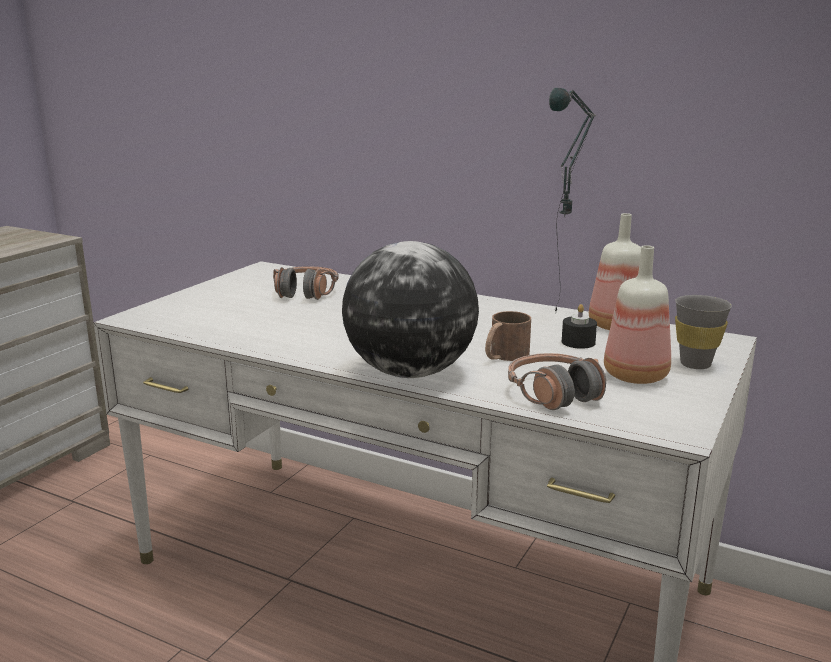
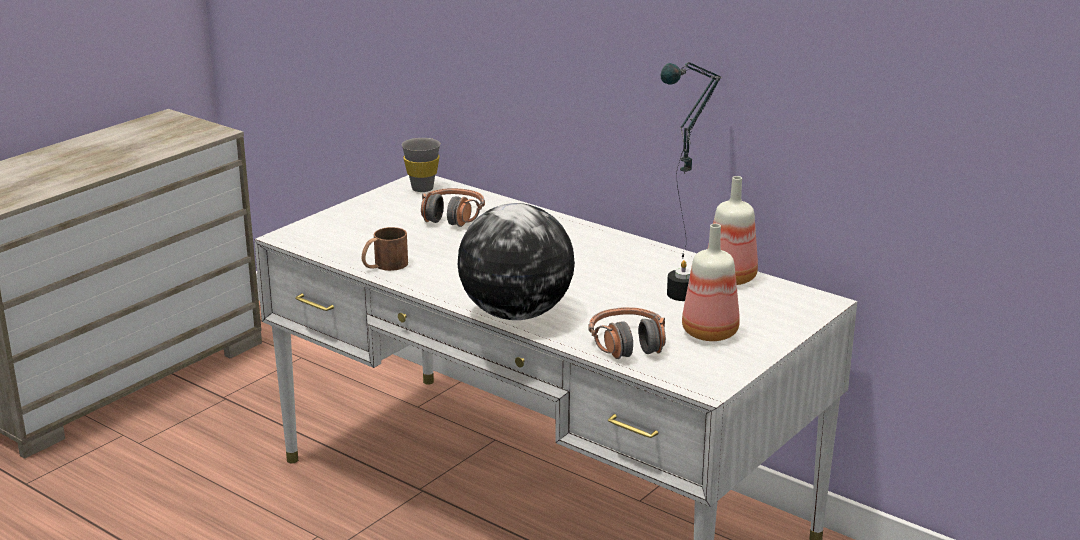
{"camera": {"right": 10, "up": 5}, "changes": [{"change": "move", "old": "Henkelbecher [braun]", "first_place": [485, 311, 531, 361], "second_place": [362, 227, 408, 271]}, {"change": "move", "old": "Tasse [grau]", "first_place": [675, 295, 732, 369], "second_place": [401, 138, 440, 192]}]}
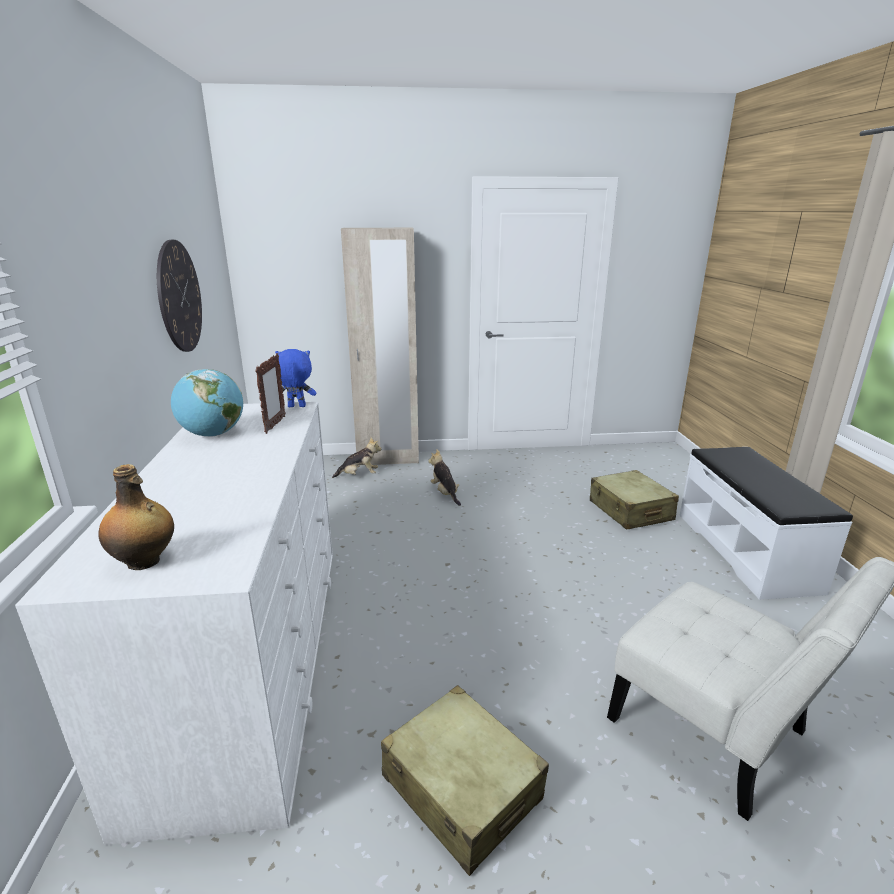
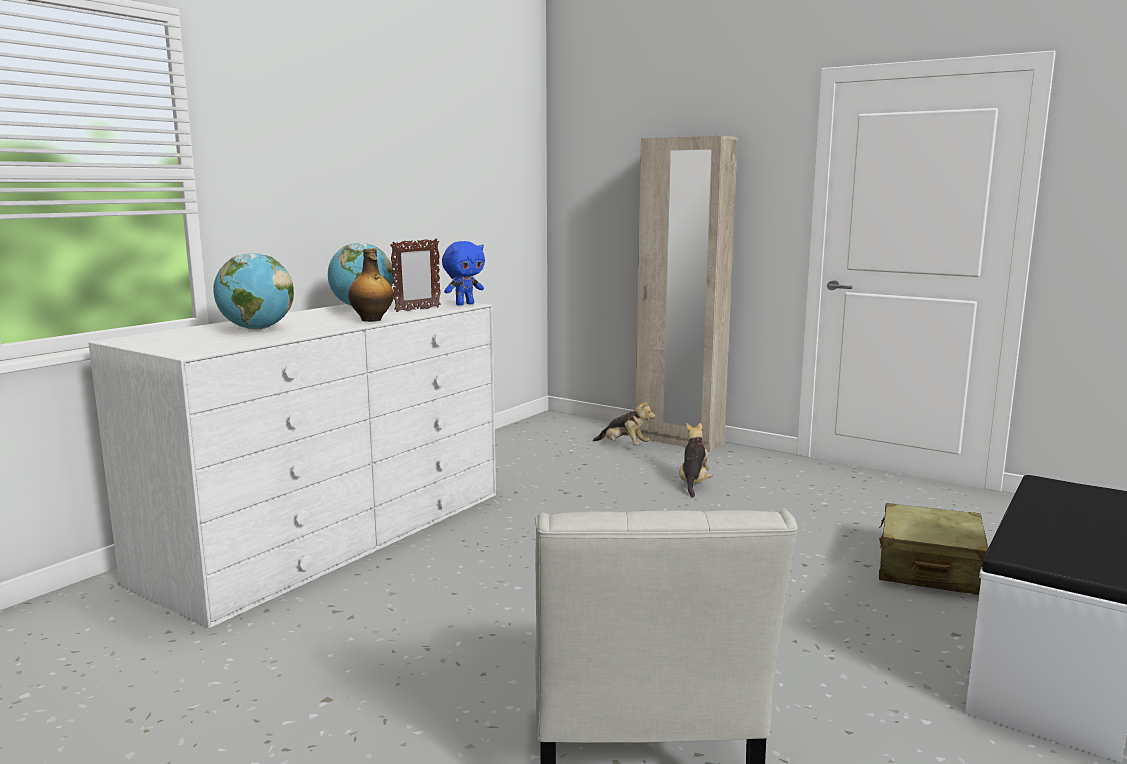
{"camera": {"right": 40, "up": -10}, "changes": [{"change": "delete", "old": "Wanduhr", "first_place": [157, 240, 202, 352]}, {"change": "delete", "old": "Koffer [beige]", "first_place": [381, 685, 549, 876]}, {"change": "insert", "new": "Globus", "second_place": [213, 253, 294, 330]}, {"change": "move", "old": "Flasche", "first_place": [98, 464, 174, 570], "second_place": [348, 248, 394, 322]}, {"change": "rotate", "old": "Plüschtier [blau]", "first_place": [275, 349, 316, 407], "second_place": [442, 241, 485, 305], "degrees": 105}]}
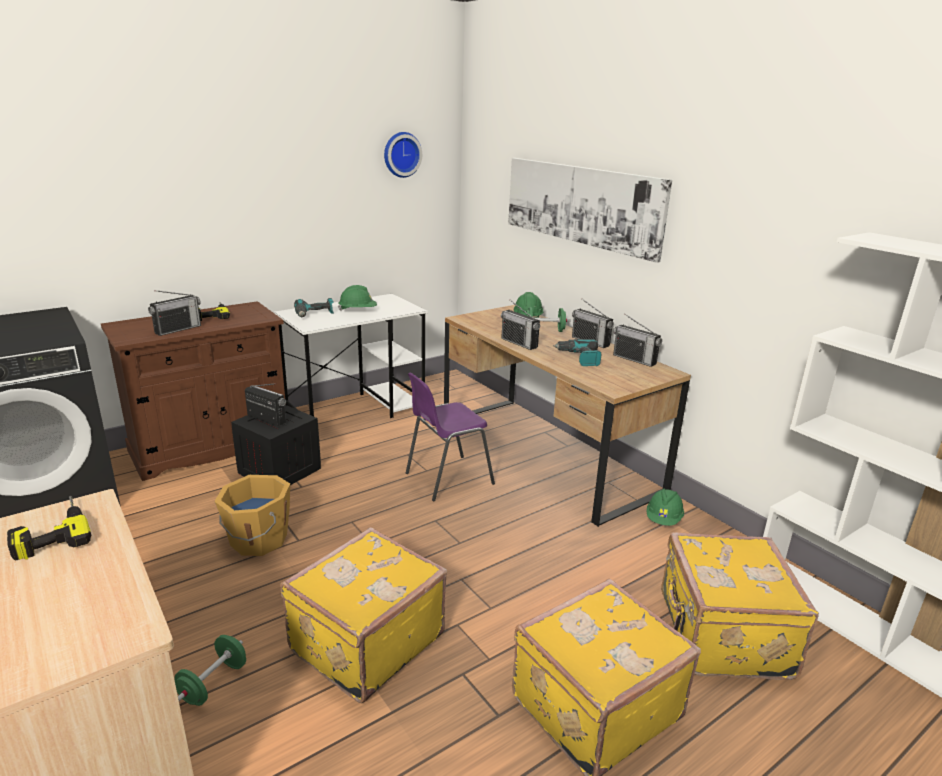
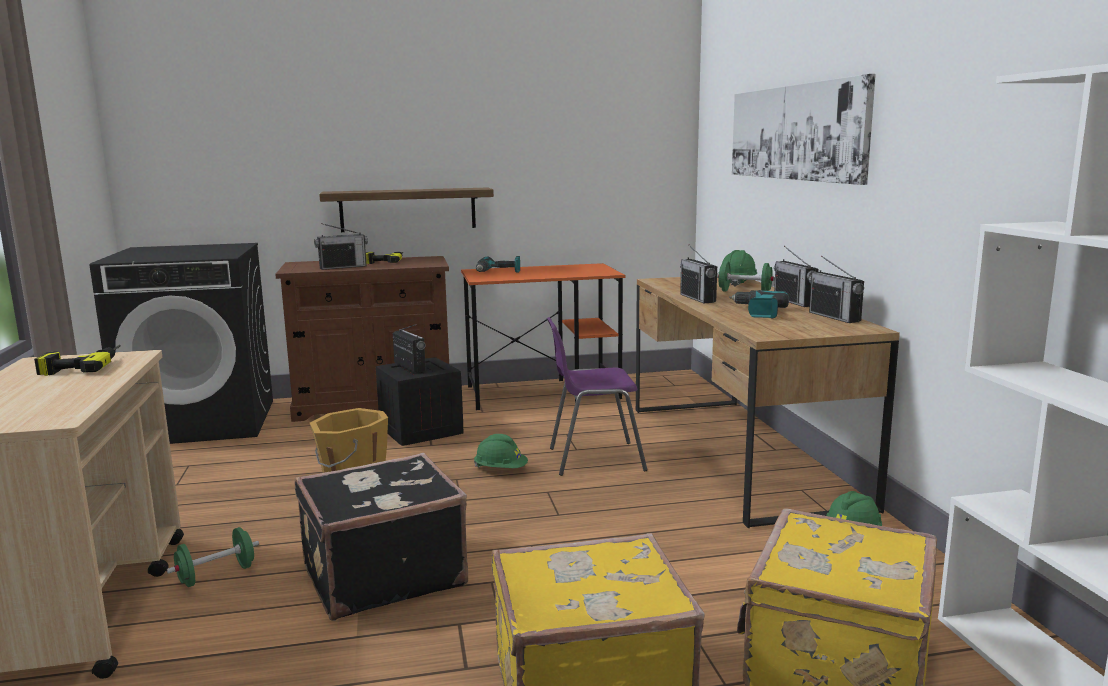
{"camera": {"right": 25, "up": -10}, "changes": [{"change": "delete", "old": "Wanduhr", "first_place": [384, 132, 422, 178]}, {"change": "insert", "new": "Wandregal", "second_place": [319, 187, 494, 232]}, {"change": "move", "old": "Schutzhelm [grün]", "first_place": [338, 285, 377, 311], "second_place": [474, 434, 528, 468]}, {"change": "recolor", "old": "Schreibtisch [weiß]", "new": "Schreibtisch [orange]", "first_place": [274, 294, 428, 418], "second_place": [461, 263, 626, 410]}, {"change": "recolor", "old": "Koffer [gelb]", "new": "Koffer [schwarz]", "first_place": [280, 527, 447, 703], "second_place": [294, 453, 468, 621]}]}
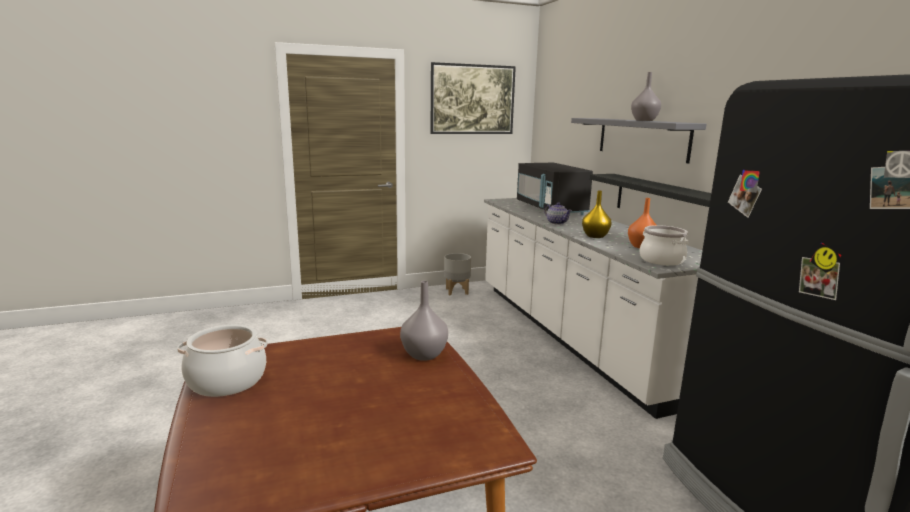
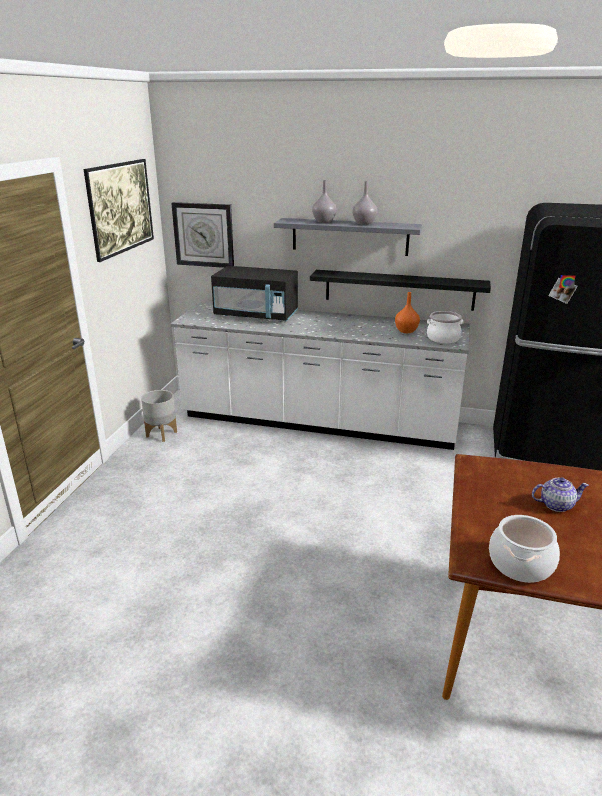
{"camera": {"right": -55, "up": 10}, "changes": [{"change": "delete", "old": "Vase [gelb]", "first_place": [582, 191, 612, 238]}, {"change": "insert", "new": "Wanduhr", "second_place": [171, 202, 234, 268]}, {"change": "move", "old": "Vase [grau]", "first_place": [400, 281, 448, 361], "second_place": [312, 180, 337, 223]}, {"change": "move", "old": "Teekanne", "first_place": [544, 202, 572, 225], "second_place": [532, 478, 589, 512]}]}
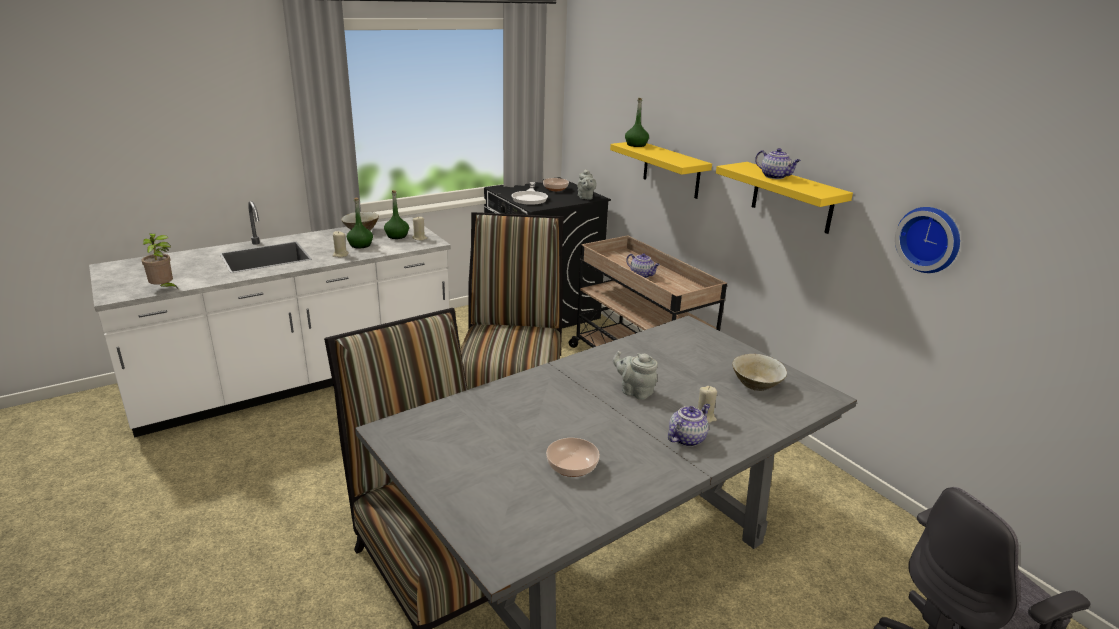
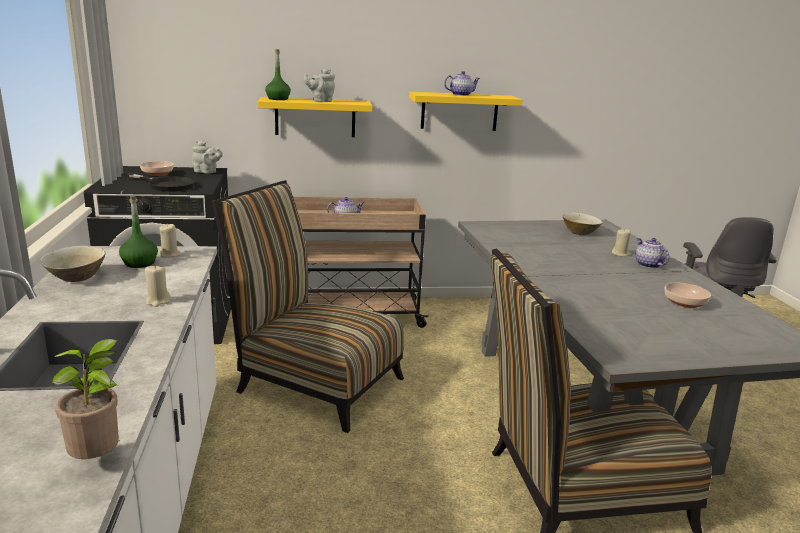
{"camera": {"right": -65, "up": -5}, "changes": [{"change": "delete", "old": "Flasche [grün]", "first_place": [347, 198, 373, 248]}, {"change": "delete", "old": "Wanduhr", "first_place": [895, 207, 960, 273]}, {"change": "move", "old": "Teekanne [grau]", "first_place": [613, 351, 658, 400], "second_place": [304, 68, 335, 102]}, {"change": "recolor", "old": "Pfanne [weiß]", "new": "Pfanne [schwarz]", "first_place": [512, 182, 548, 205], "second_place": [122, 173, 195, 192]}]}
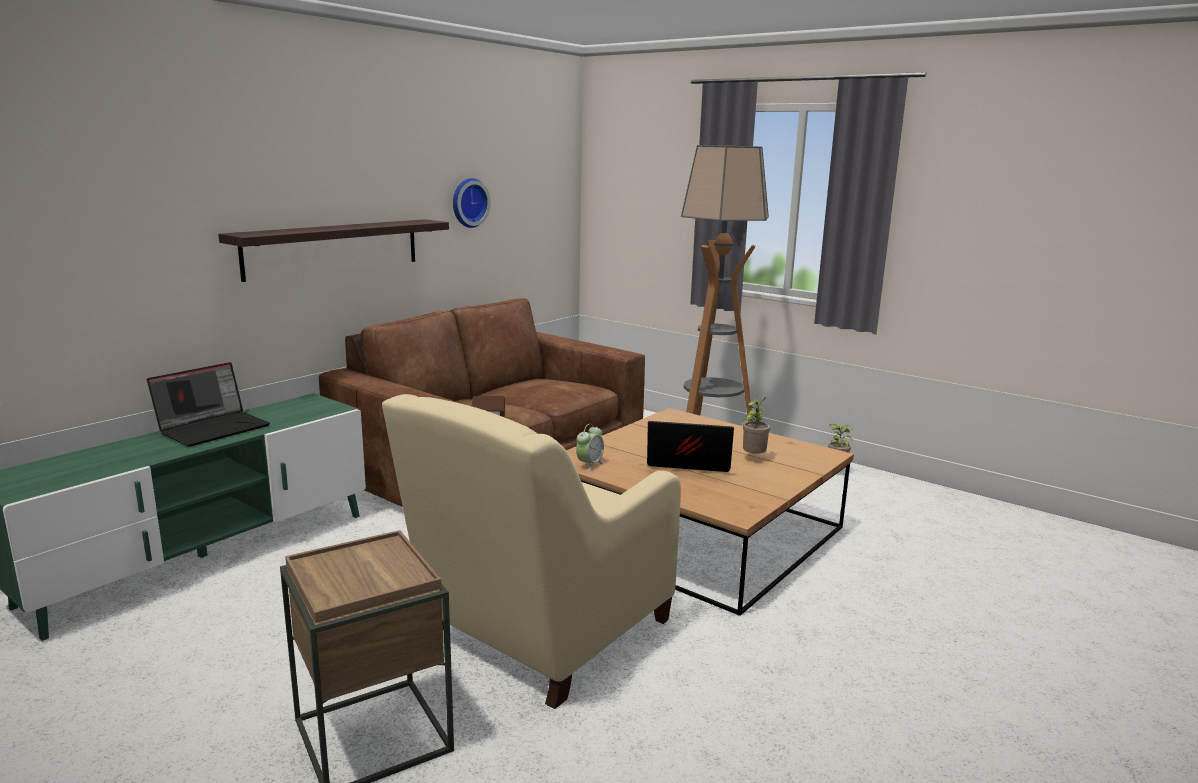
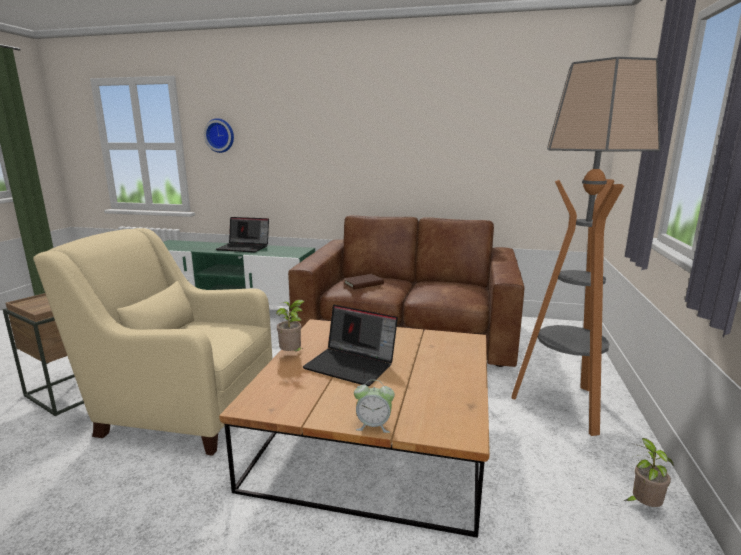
{"camera": {"right": 65, "up": 0}, "changes": [{"change": "delete", "old": "Wandregal", "first_place": [218, 219, 449, 282]}, {"change": "move", "old": "Wanduhr", "first_place": [453, 178, 491, 228], "second_place": [204, 118, 234, 153]}, {"change": "move", "old": "Wecker", "first_place": [576, 424, 604, 471], "second_place": [354, 380, 395, 433]}, {"change": "move", "old": "Topfpflanze", "first_place": [743, 396, 770, 454], "second_place": [276, 300, 305, 351]}, {"change": "rotate", "old": "Laptop", "first_place": [647, 421, 734, 472], "second_place": [303, 305, 398, 386], "degrees": 135}]}
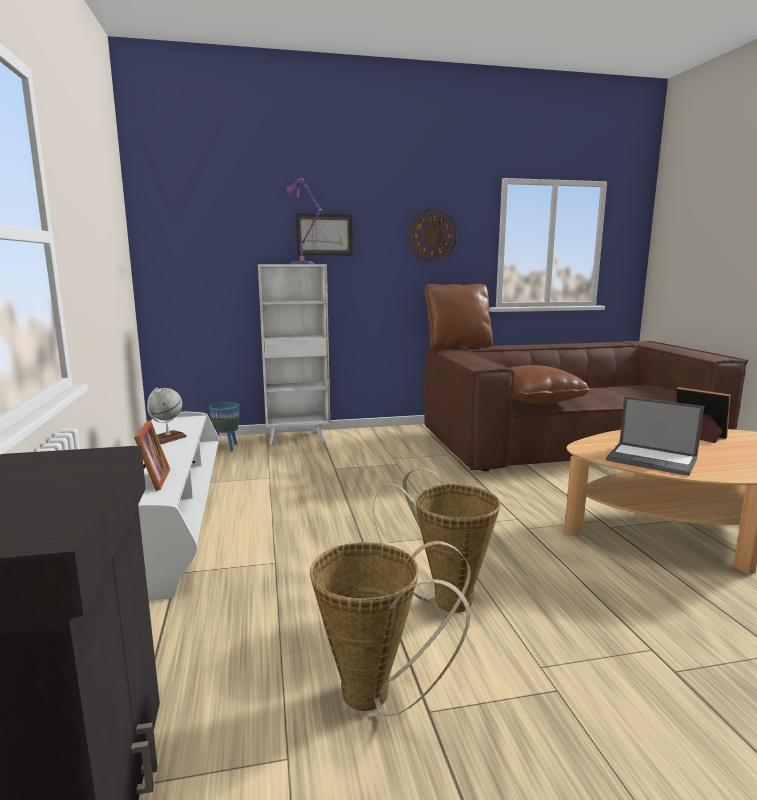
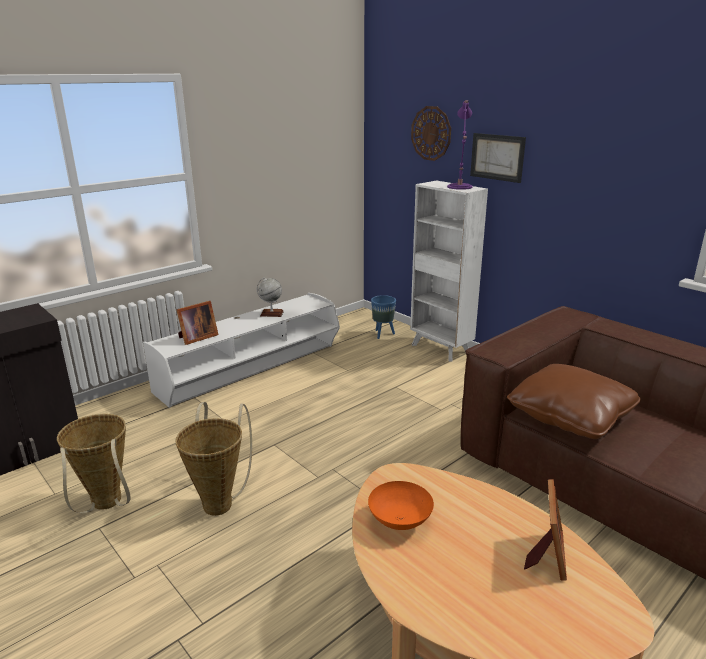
{"camera": {"right": 60, "up": 10}, "changes": [{"change": "delete", "old": "Kissen [braun]", "first_place": [425, 284, 493, 349]}, {"change": "move", "old": "Wanduhr", "first_place": [408, 209, 457, 262], "second_place": [411, 106, 451, 161]}, {"change": "replace", "old": "Laptop", "new": "Schüssel [orange]", "first_place": [606, 396, 704, 476], "second_place": [368, 481, 434, 530]}]}
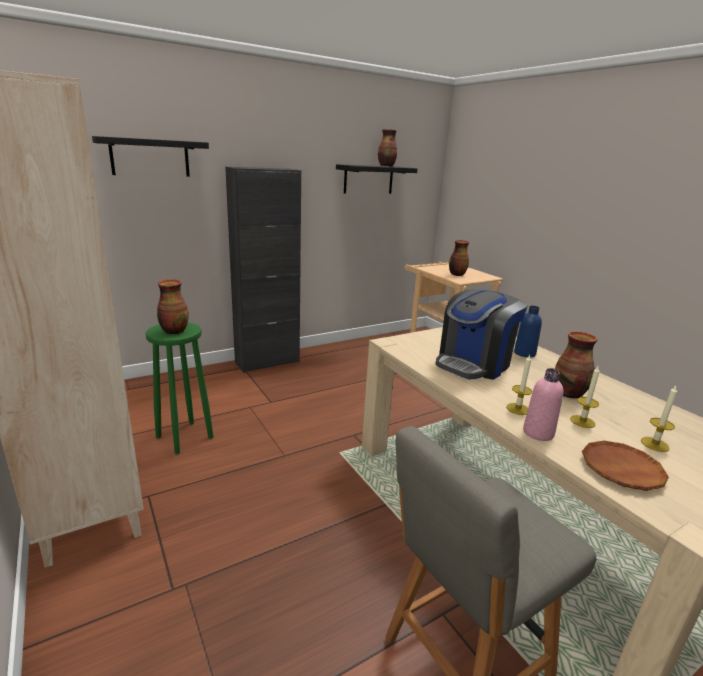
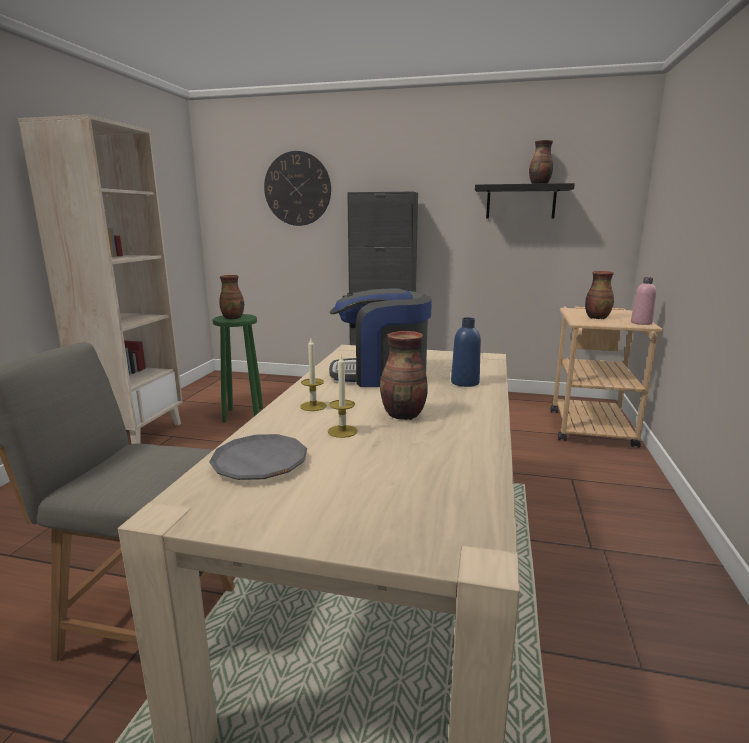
{"camera": {"right": 45, "up": -5}, "changes": [{"change": "delete", "old": "Kerze", "first_place": [641, 386, 677, 452]}, {"change": "move", "old": "Flasche [rosa]", "first_place": [523, 368, 563, 441], "second_place": [631, 277, 656, 325]}, {"change": "replace", "old": "Wandregal [schwarz]", "new": "Wanduhr", "first_place": [92, 136, 209, 177], "second_place": [264, 151, 331, 226]}, {"change": "recolor", "old": "Teller [braun]", "new": "Teller [grau]", "first_place": [582, 441, 669, 491], "second_place": [209, 434, 307, 480]}]}
